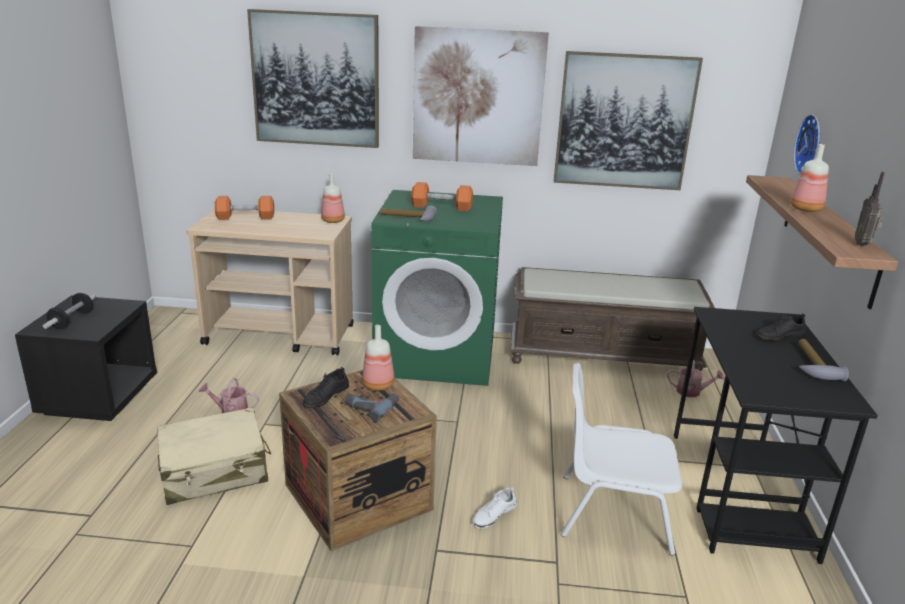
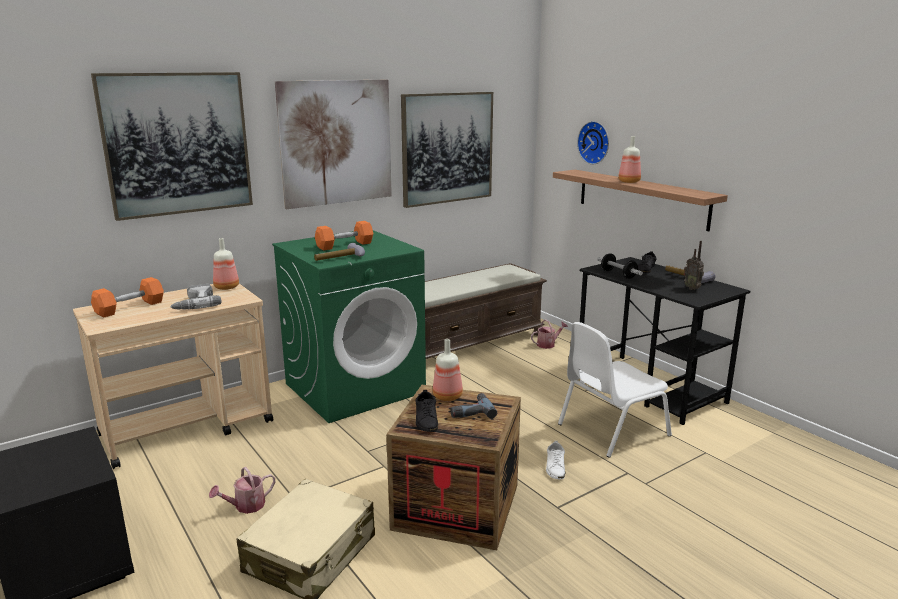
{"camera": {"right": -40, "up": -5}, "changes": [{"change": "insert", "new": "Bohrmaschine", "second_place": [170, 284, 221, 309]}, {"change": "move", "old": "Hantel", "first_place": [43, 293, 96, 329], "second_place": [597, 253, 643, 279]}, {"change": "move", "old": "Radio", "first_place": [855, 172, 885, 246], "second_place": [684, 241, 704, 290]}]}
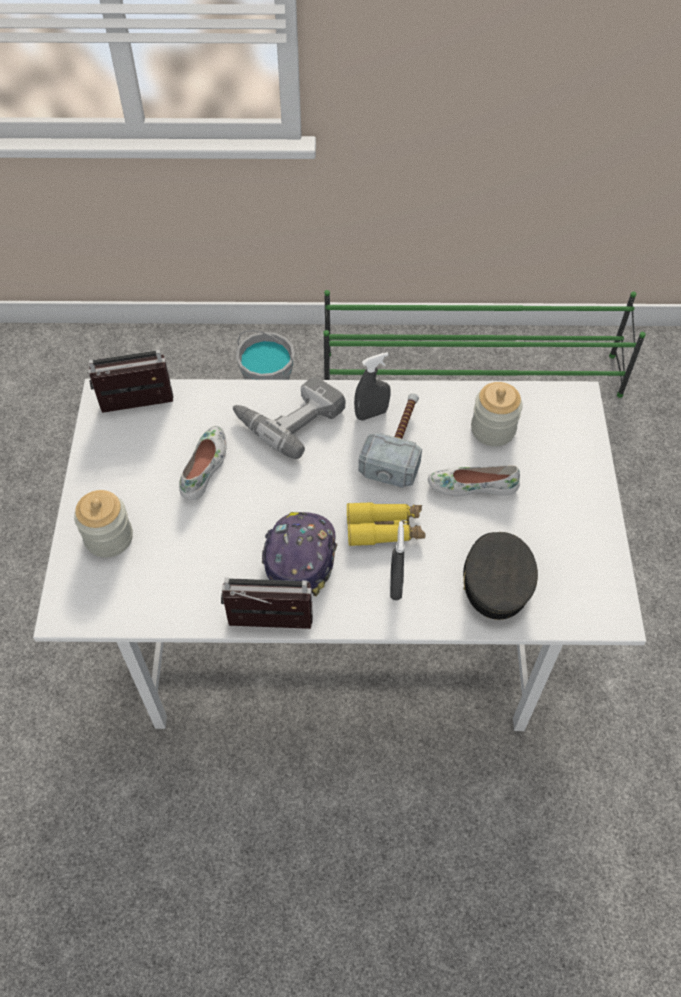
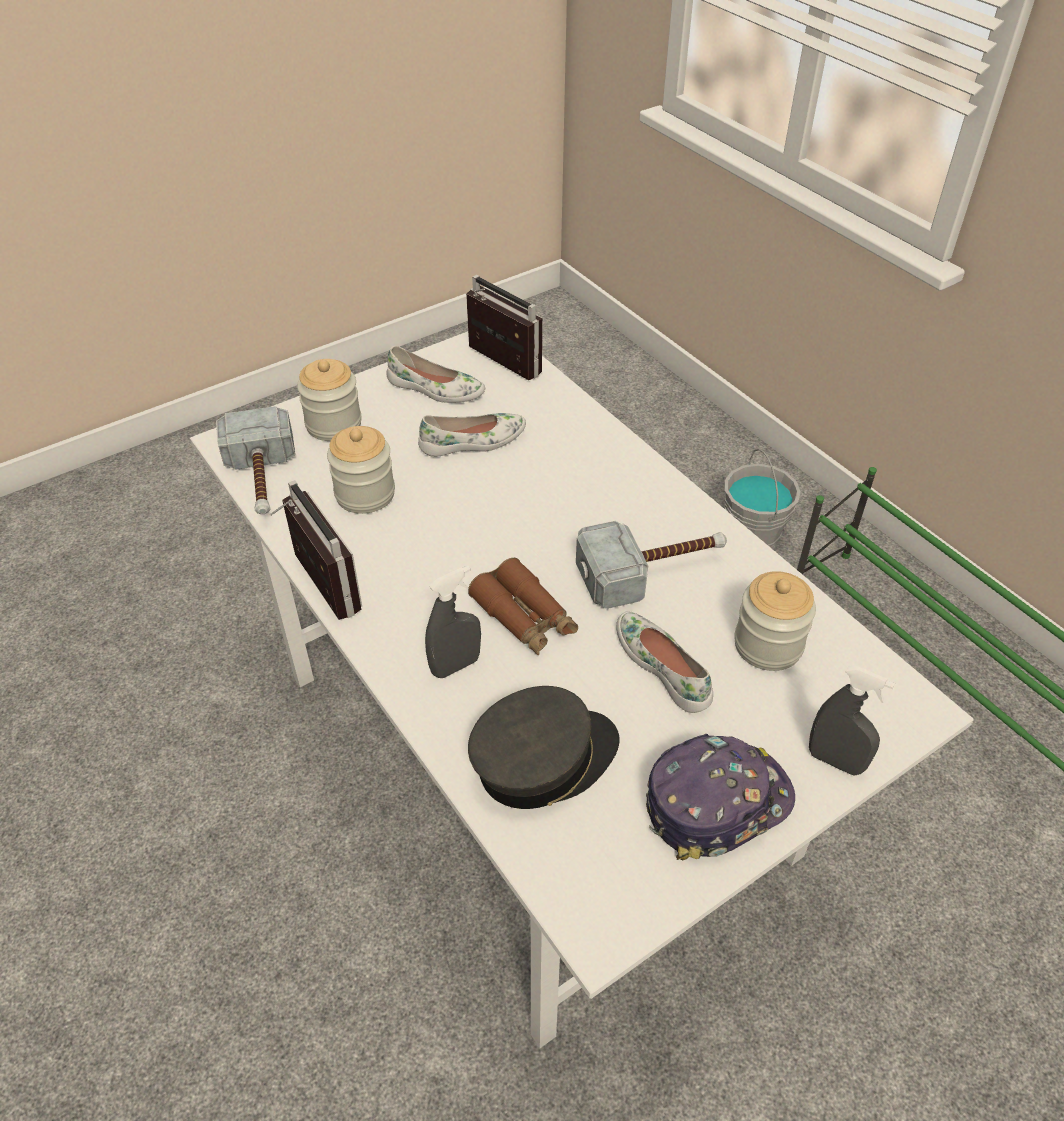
{"camera": {"right": 55, "up": -10}, "changes": [{"change": "delete", "old": "Bohrmaschine", "first_place": [233, 377, 345, 459]}, {"change": "insert", "new": "Hammer", "second_place": [216, 406, 295, 514]}, {"change": "insert", "new": "Vorratsglas", "second_place": [327, 426, 395, 514]}, {"change": "insert", "new": "Schuh [weiß]", "second_place": [387, 346, 485, 403]}, {"change": "move", "old": "Kappe", "first_place": [262, 512, 337, 597], "second_place": [646, 734, 795, 860]}, {"change": "move", "old": "Sprühflasche [grau]", "first_place": [354, 352, 391, 421], "second_place": [809, 666, 895, 776]}, {"change": "recolor", "old": "Fernglas [gelb]", "new": "Fernglas [braun]", "first_place": [347, 502, 425, 546], "second_place": [468, 558, 578, 655]}]}
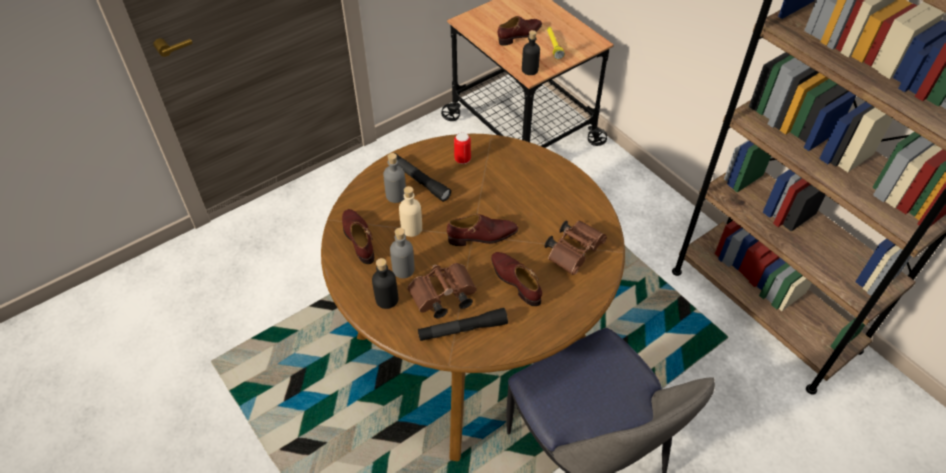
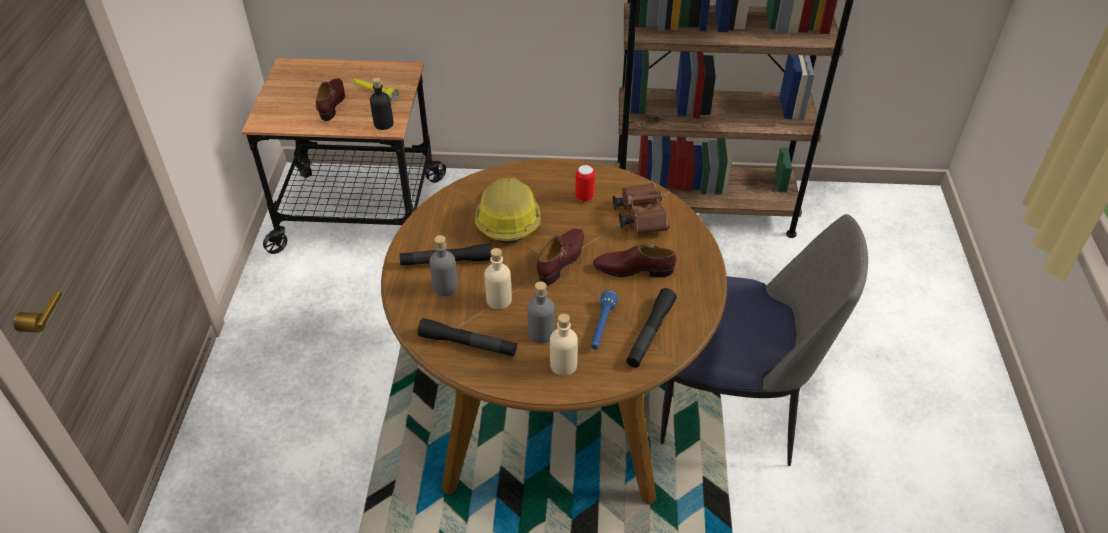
{"camera": {"right": -50, "up": -5}, "changes": [{"change": "insert", "new": "Schutzhelm", "second_place": [475, 178, 540, 243]}, {"change": "move", "old": "Dose", "first_place": [454, 133, 471, 164], "second_place": [575, 165, 595, 202]}, {"change": "replace", "old": "Schuh [braun]", "new": "Taschenlampe [schwarz]", "first_place": [342, 209, 374, 264], "second_place": [418, 318, 517, 356]}, {"change": "replace", "old": "Fernglas [braun]", "new": "Taschenlampe [blau]", "first_place": [407, 263, 477, 318], "second_place": [591, 290, 618, 349]}, {"change": "recolor", "old": "Flasche [schwarz]", "new": "Flasche [beige]", "first_place": [372, 258, 398, 309], "second_place": [550, 314, 578, 376]}]}
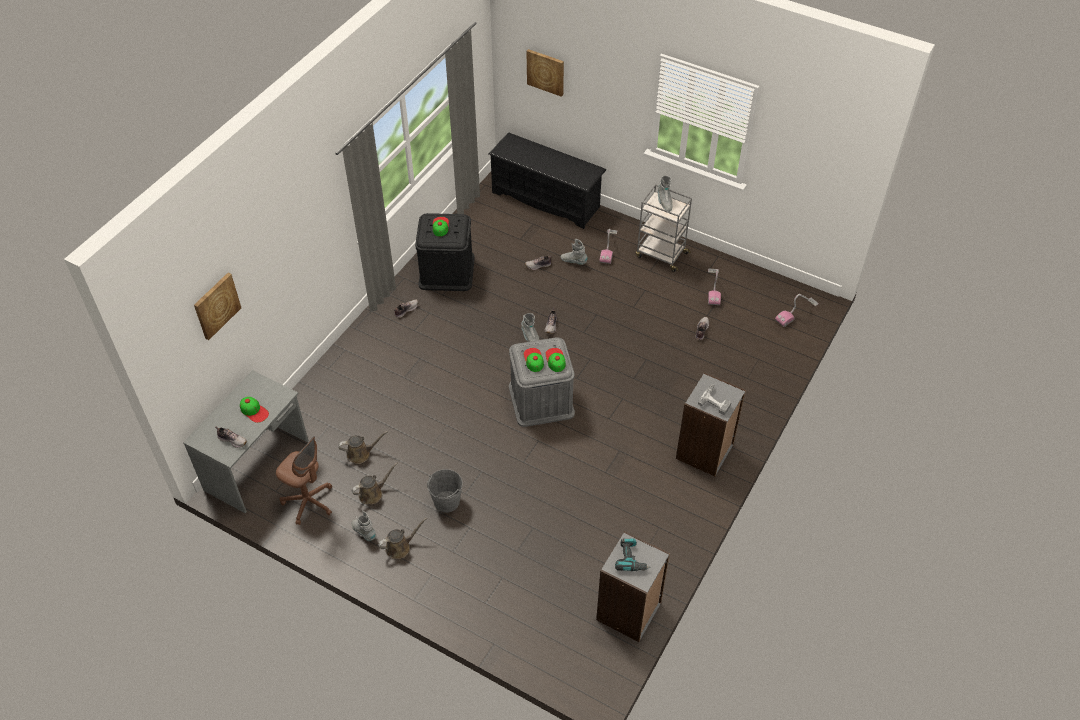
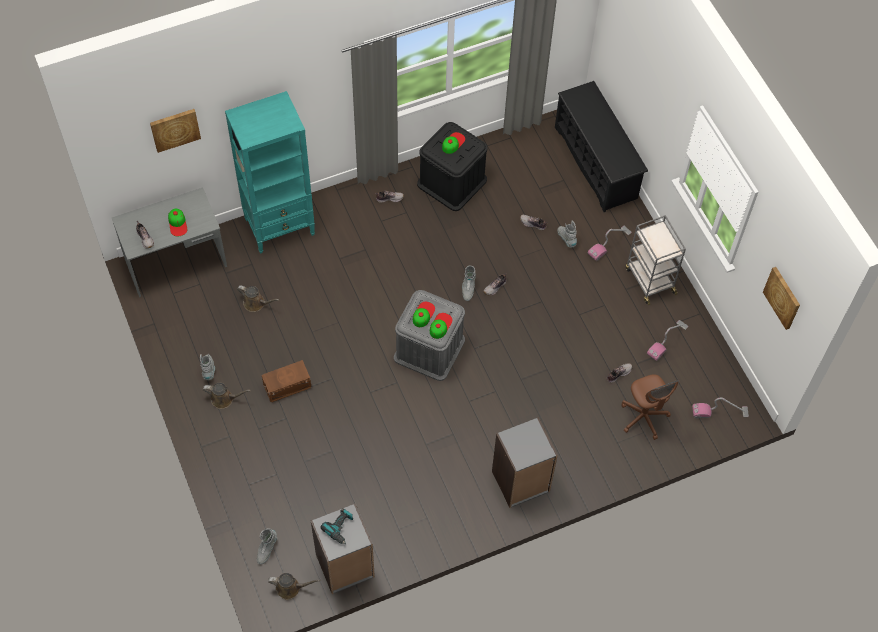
{"camera": {"right": 35, "up": 10}, "changes": [{"change": "delete", "old": "Bohrmaschine", "first_place": [698, 384, 731, 415]}, {"change": "insert", "new": "Bücherregal [türkis]", "second_place": [225, 91, 315, 254]}, {"change": "move", "old": "Bürostuhl [braun]", "first_place": [276, 436, 332, 525], "second_place": [621, 374, 679, 440]}, {"change": "move", "old": "Gießkanne [braun]", "first_place": [351, 463, 398, 504], "second_place": [268, 573, 320, 600]}, {"change": "move", "old": "Bild", "first_place": [527, 49, 564, 97], "second_place": [763, 267, 800, 330]}, {"change": "move", "old": "Stiefel [grau]", "first_place": [658, 175, 672, 212], "second_place": [257, 528, 277, 564]}, {"change": "replace", "old": "Eimer [grau]", "new": "Aufbewahrungsbox [braun]", "first_place": [427, 469, 463, 513], "second_place": [262, 360, 311, 402]}]}
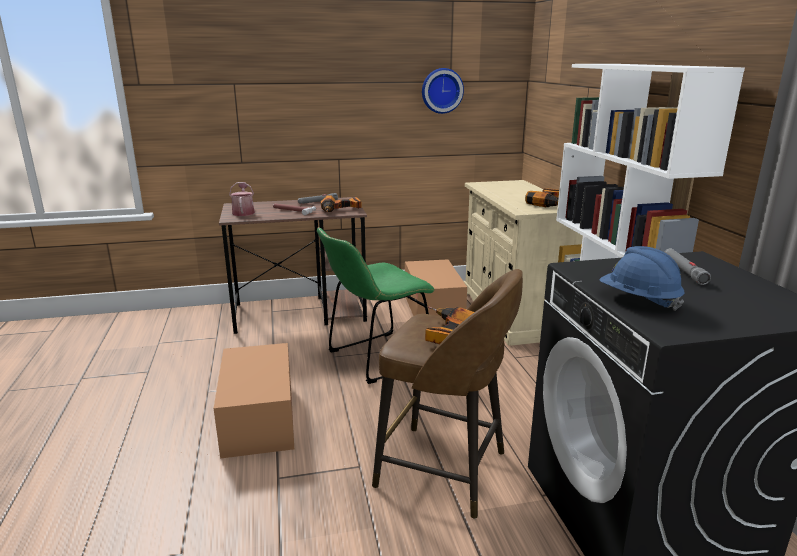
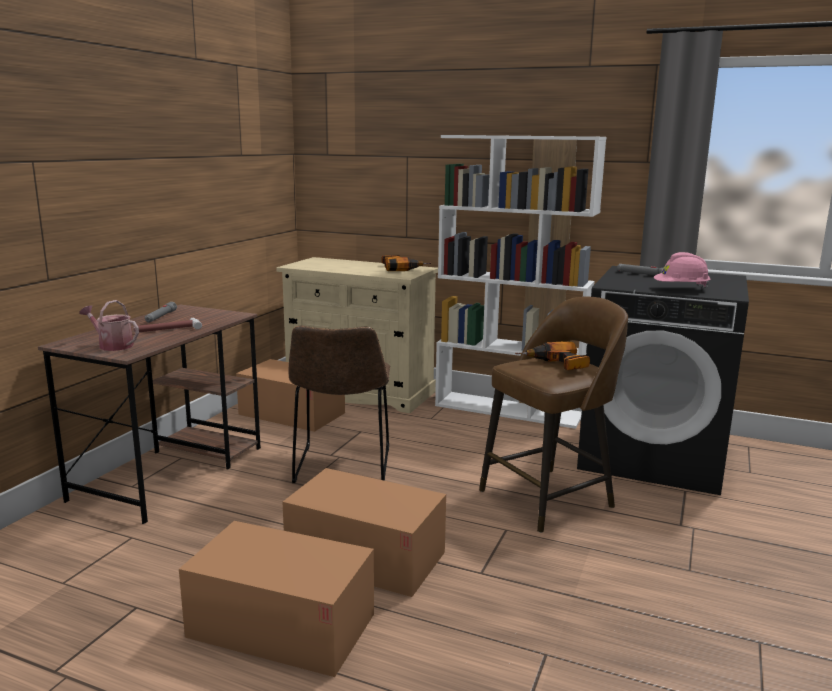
{"camera": {"right": -55, "up": -5}, "changes": [{"change": "delete", "old": "Bohrmaschine", "first_place": [321, 195, 362, 212]}, {"change": "delete", "old": "Wanduhr", "first_place": [422, 68, 464, 114]}, {"change": "insert", "new": "Karton", "second_place": [179, 521, 374, 677]}, {"change": "recolor", "old": "Stuhl [grün]", "new": "Stuhl [braun]", "first_place": [317, 228, 434, 384], "second_place": [288, 326, 390, 483]}, {"change": "recolor", "old": "Schutzhelm [blau]", "new": "Schutzhelm [rosa]", "first_place": [600, 246, 685, 311], "second_place": [654, 252, 710, 289]}]}
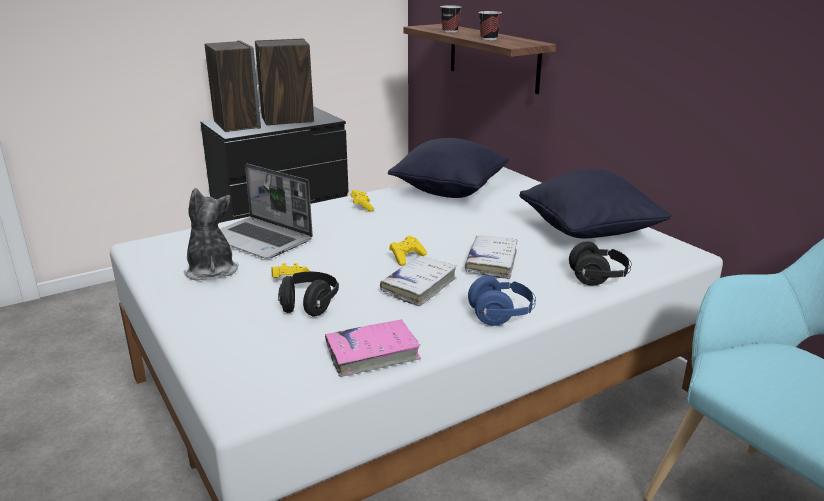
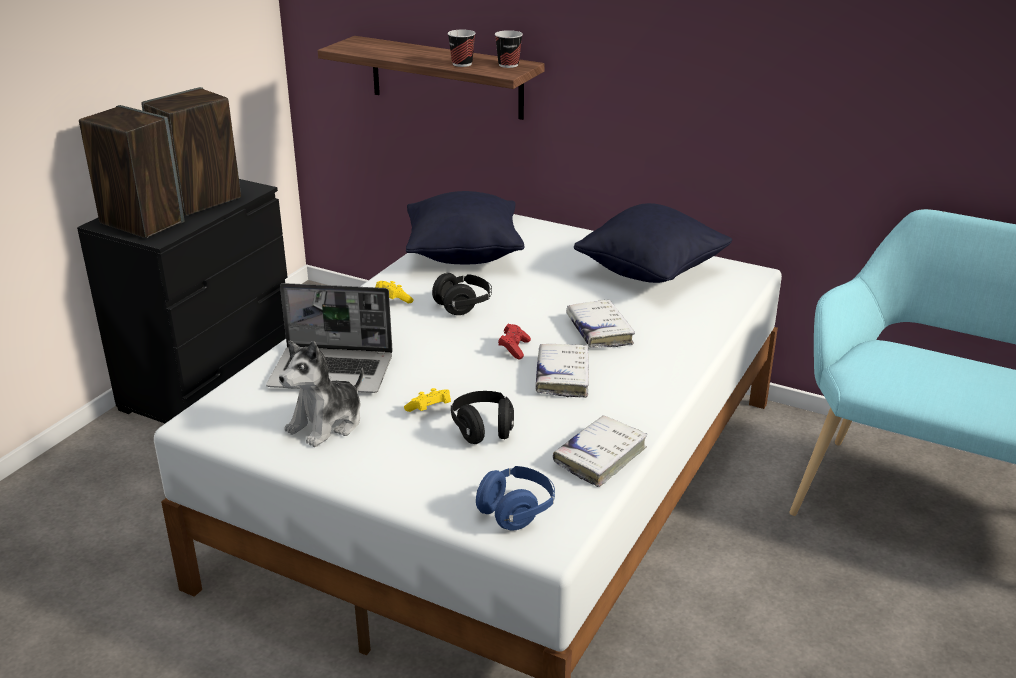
{"camera": {"right": -30, "up": 5}, "changes": [{"change": "move", "old": "Tasse", "first_place": [440, 5, 461, 33], "second_place": [495, 30, 523, 68]}, {"change": "move", "old": "Kopfhörer [blau]", "first_place": [468, 276, 536, 326], "second_place": [476, 466, 555, 531]}, {"change": "move", "old": "Kopfhörer [schwarz]", "first_place": [569, 241, 632, 286], "second_place": [432, 273, 492, 315]}, {"change": "recolor", "old": "Buch [rosa]", "new": "Buch [weiß]", "first_place": [325, 319, 421, 377], "second_place": [553, 415, 647, 487]}, {"change": "recolor", "old": "Gamepad [gelb]", "new": "Gamepad [rot]", "first_place": [389, 236, 427, 266], "second_place": [498, 324, 531, 359]}, {"change": "rotate", "old": "Plüschtier", "first_place": [184, 188, 239, 281], "second_place": [279, 341, 363, 447], "degrees": -90}]}
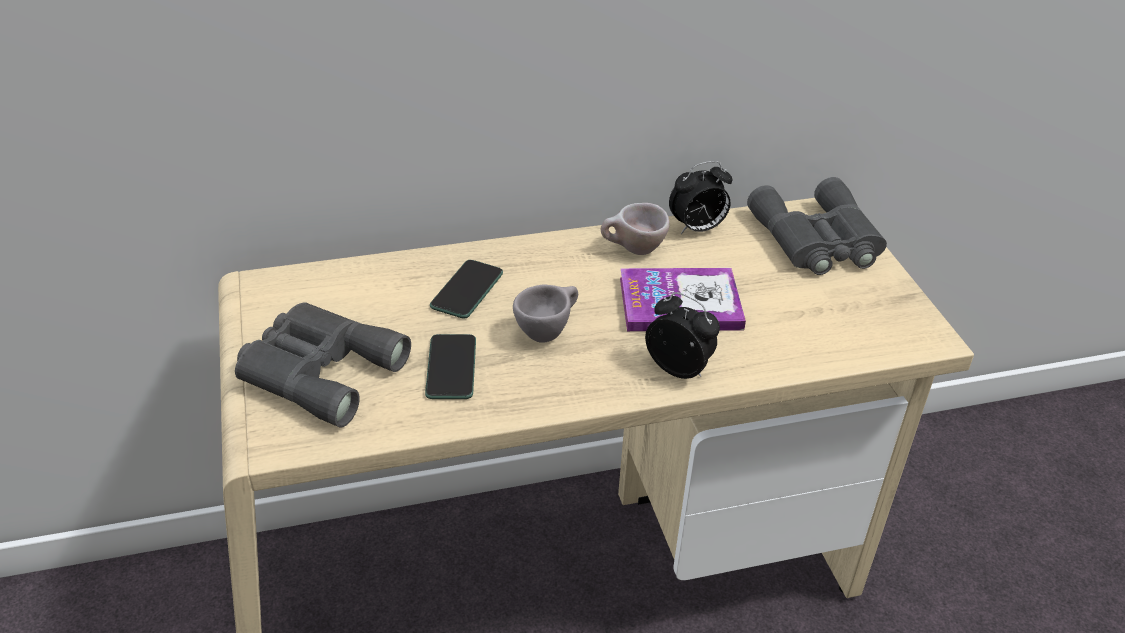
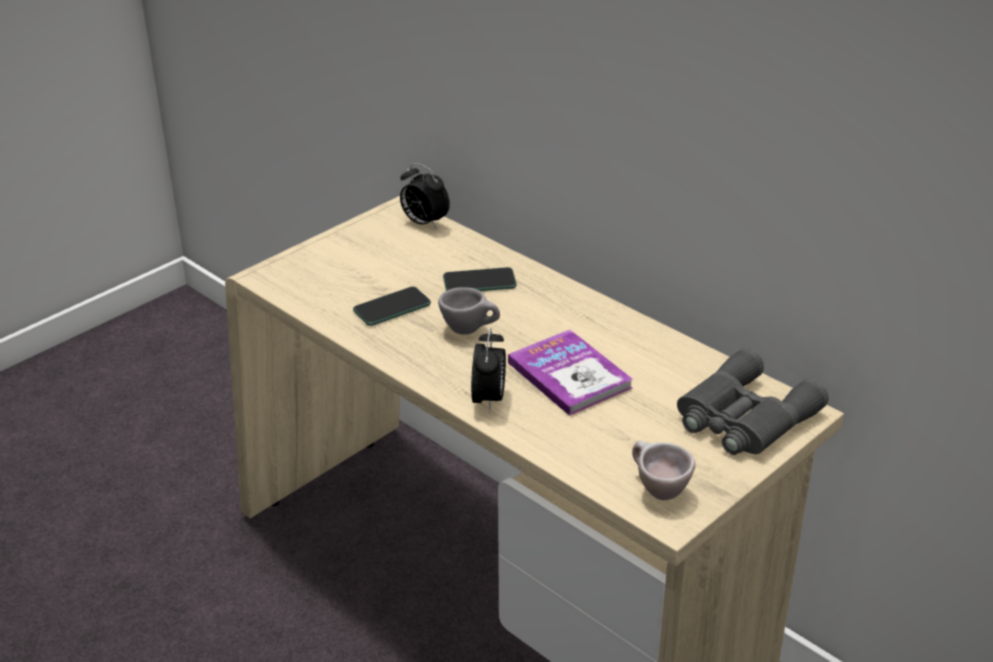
{"camera": {"right": 60, "up": -5}, "changes": [{"change": "delete", "old": "Fernglas [grau]", "first_place": [235, 302, 411, 428]}, {"change": "move", "old": "Tasse [beige]", "first_place": [601, 203, 670, 255], "second_place": [632, 441, 695, 500]}, {"change": "move", "old": "Wecker", "first_place": [669, 161, 732, 234], "second_place": [400, 163, 450, 229]}]}
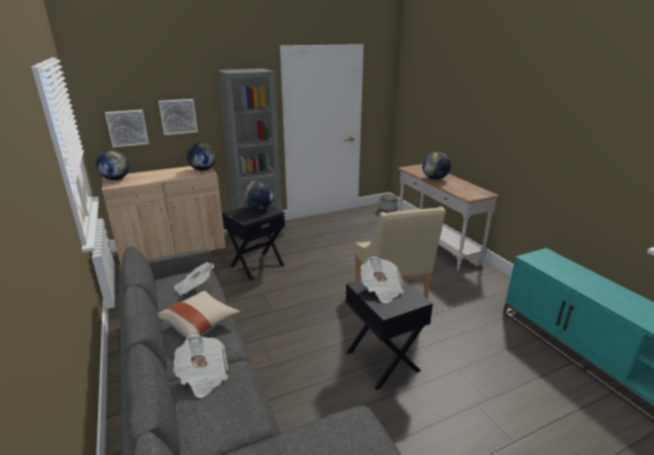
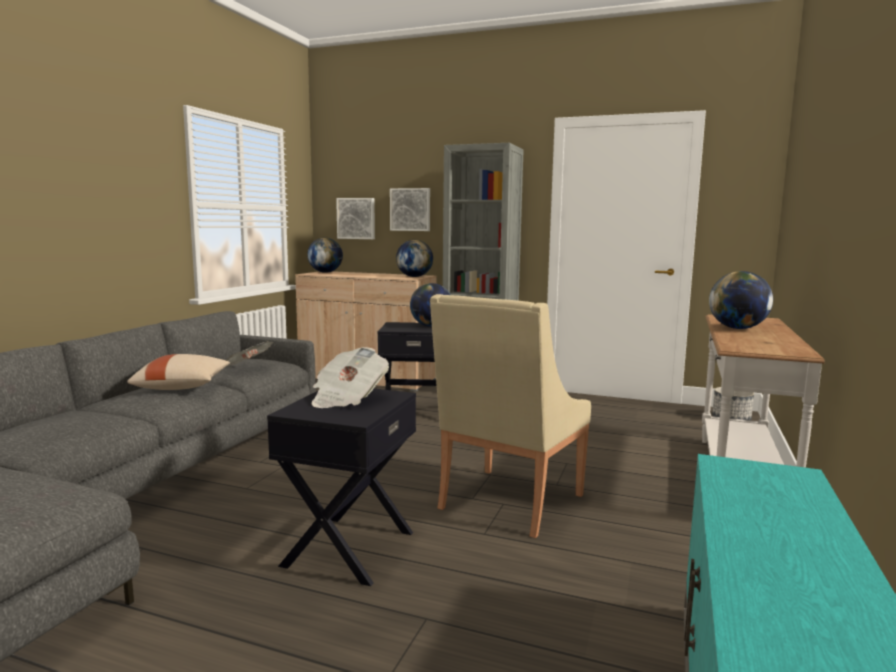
{"camera": {"right": 45, "up": -15}, "changes": [{"change": "delete", "old": "Zeitung", "first_place": [173, 334, 228, 398]}]}
